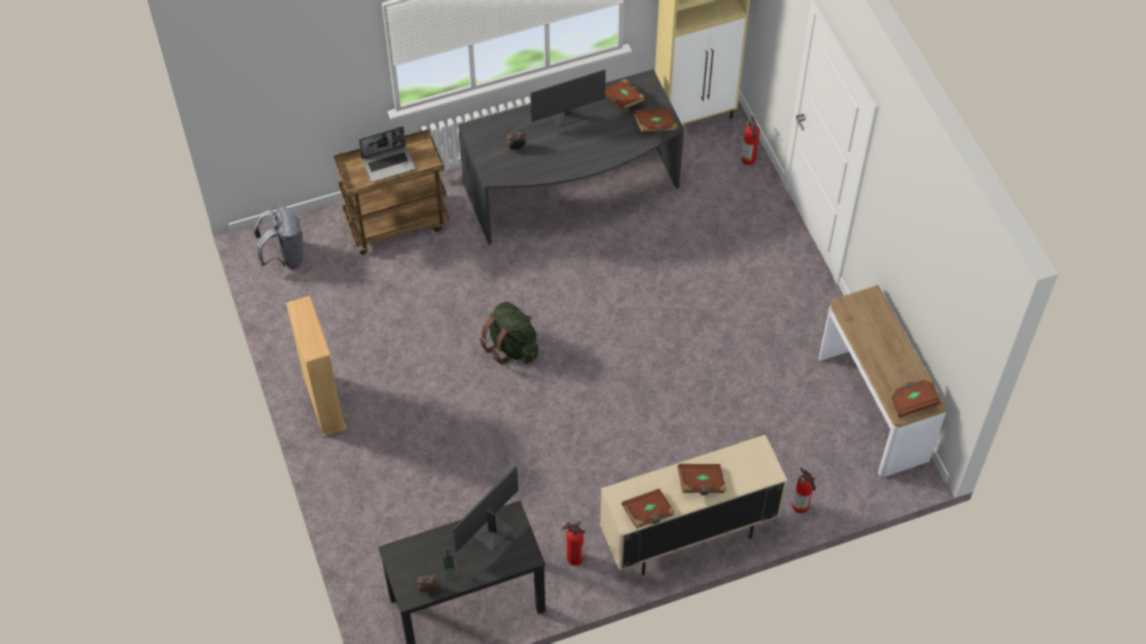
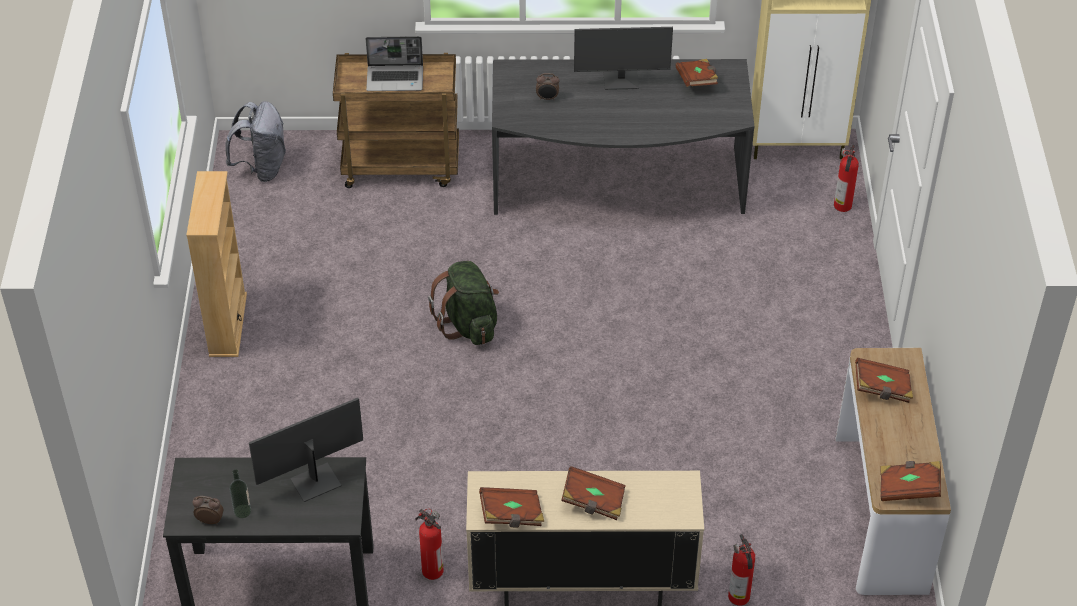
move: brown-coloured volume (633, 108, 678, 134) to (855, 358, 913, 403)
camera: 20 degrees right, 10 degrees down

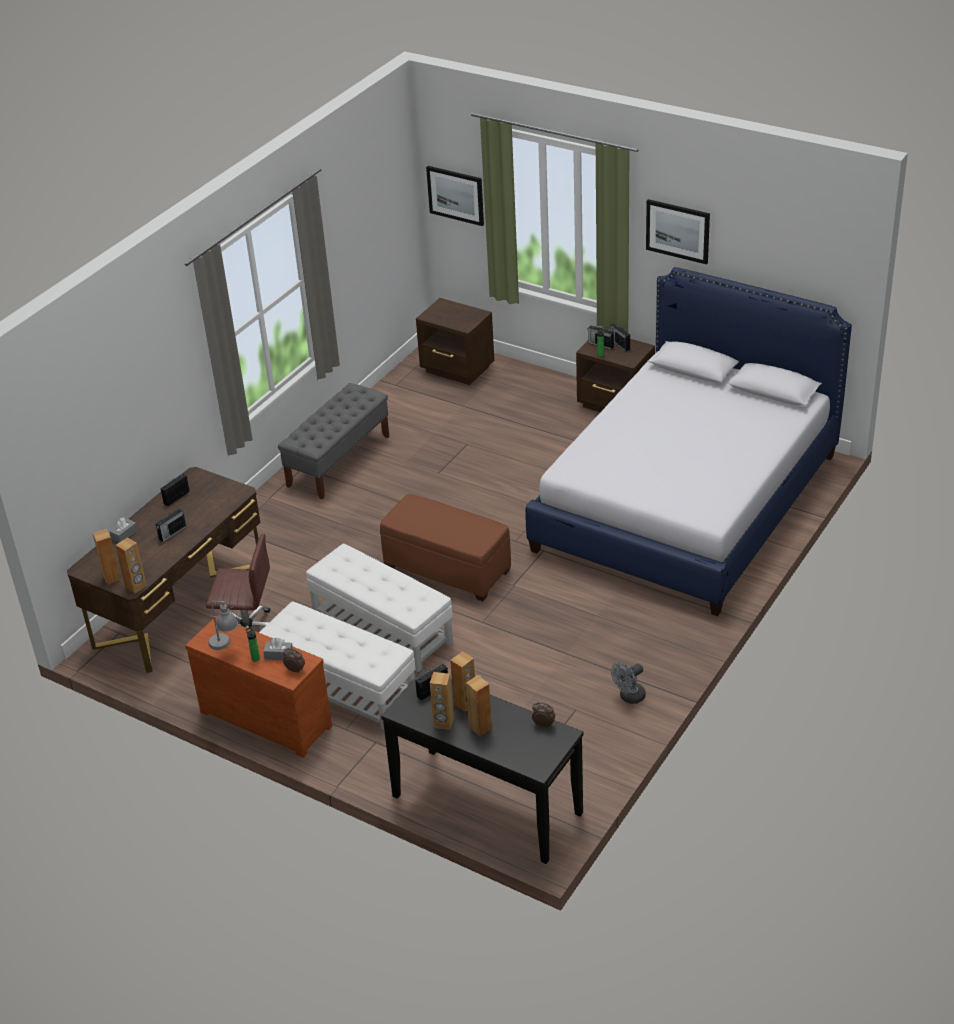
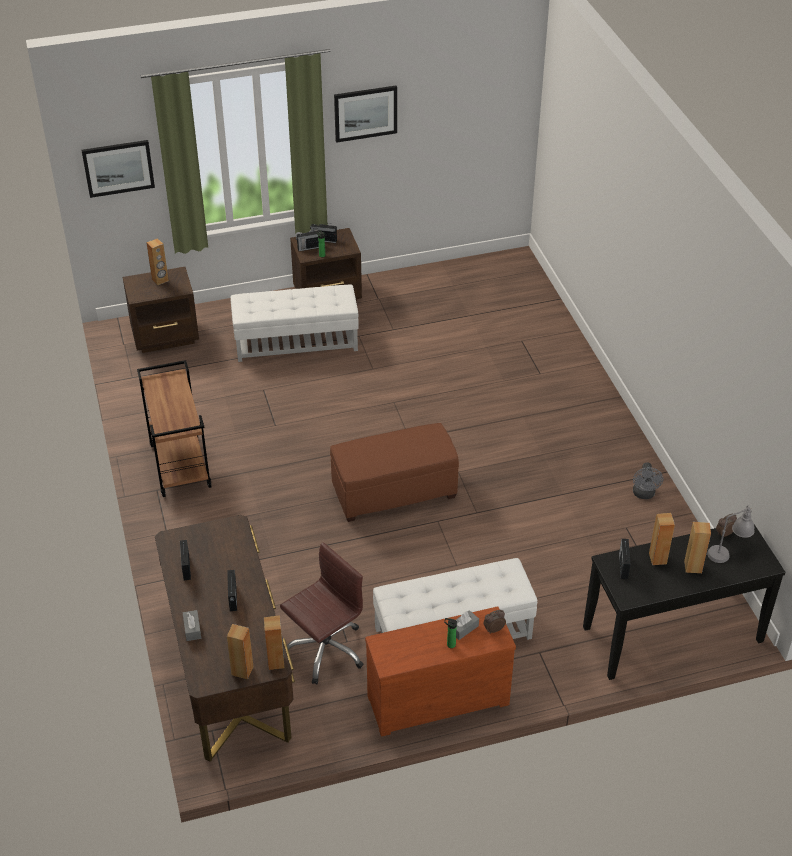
delete: bedroom bed (526, 267, 852, 616)
move: grey tabletop lamp (208, 600, 238, 650) to (707, 505, 755, 563); white-coloured pouffe (306, 544, 453, 672) to (231, 284, 359, 362); brown-coloured speaker (430, 672, 454, 730) to (146, 238, 169, 286)
replace: grey indoor bench (278, 383, 389, 499) to brown-coloured trolley (137, 360, 211, 497)
camera: 50 degrees left, 5 degrees up

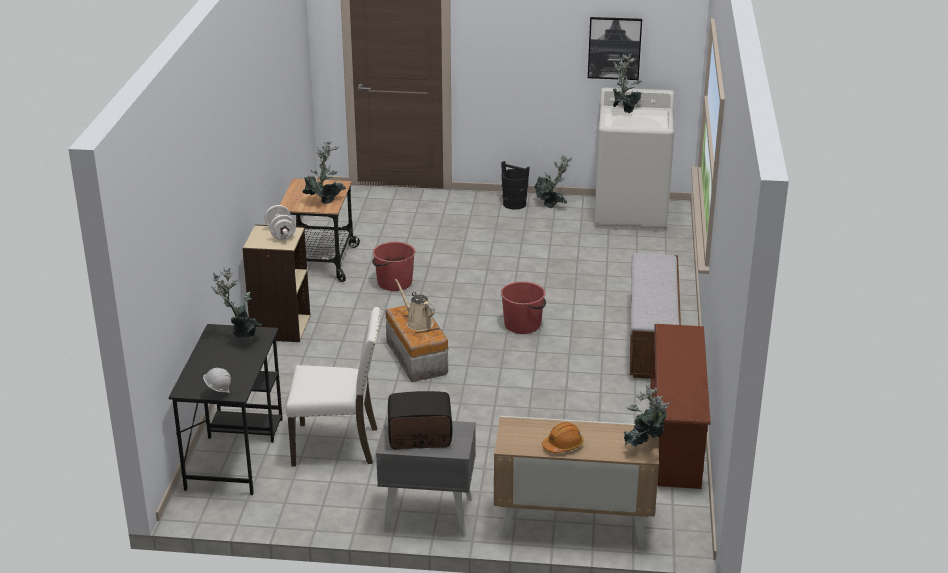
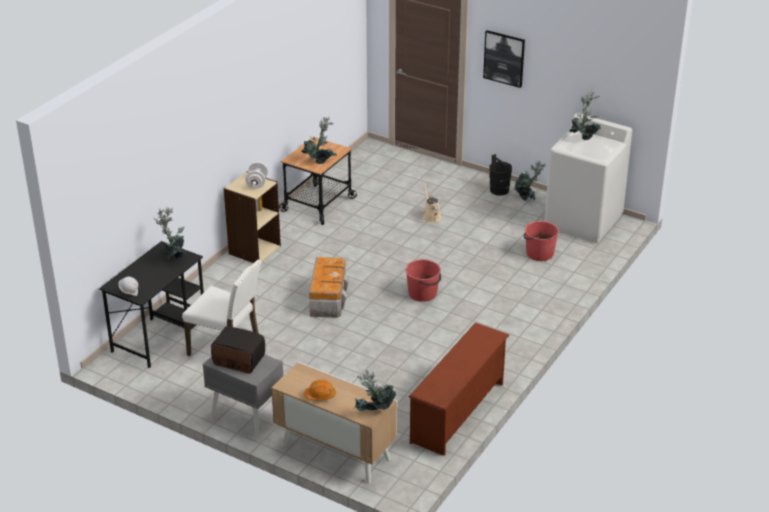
delete: indoor bench (630, 253, 681, 379)
move: red-coloured pail (372, 242, 415, 291) to (524, 221, 559, 261); beige sprinkling can (395, 279, 435, 331) to (423, 183, 441, 223); wall art (588, 17, 642, 80) to (483, 30, 525, 88)
camera: 25 degrees right, 5 degrees up

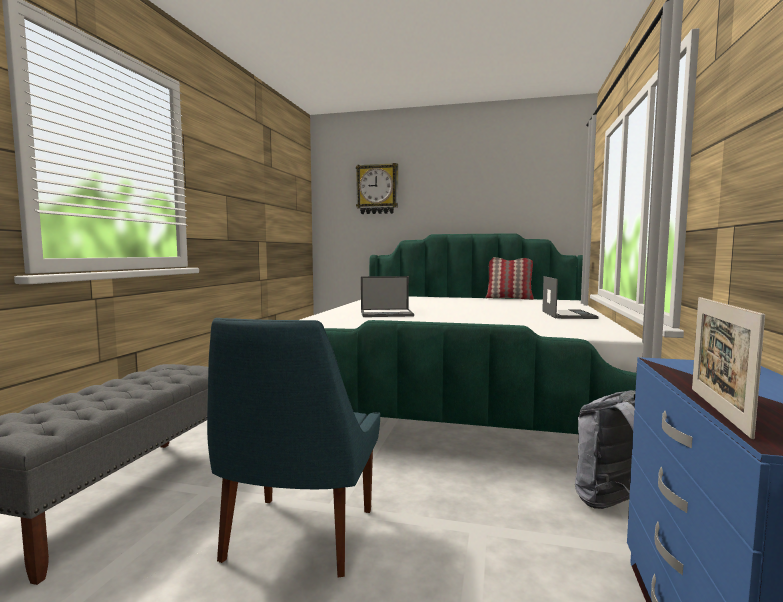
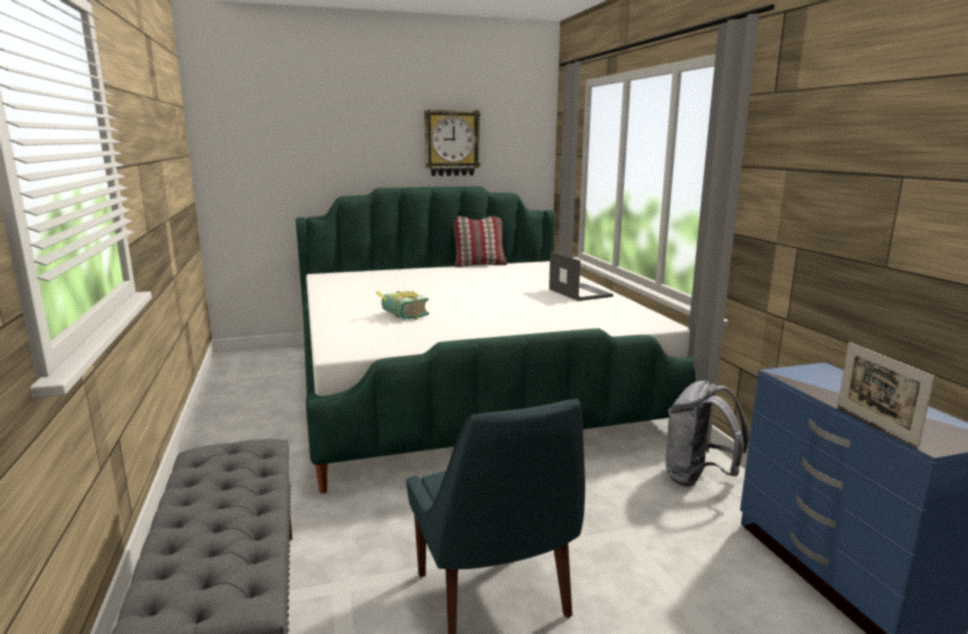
move: hanging clock (356, 163, 398, 214) to (424, 110, 481, 176)
replace: laptop (361, 276, 414, 317) to volume (376, 291, 429, 320)
camera: 30 degrees left, 10 degrees up

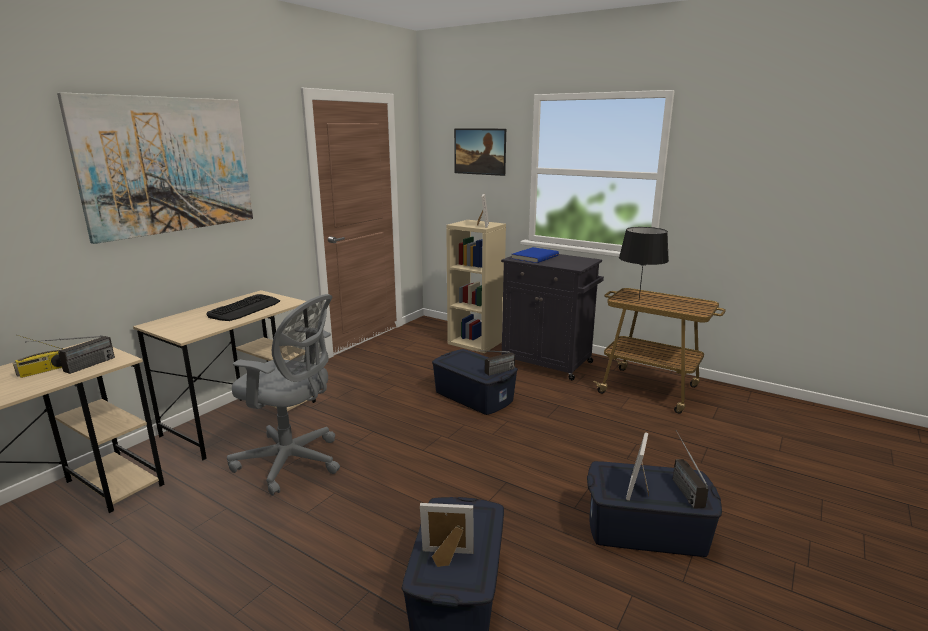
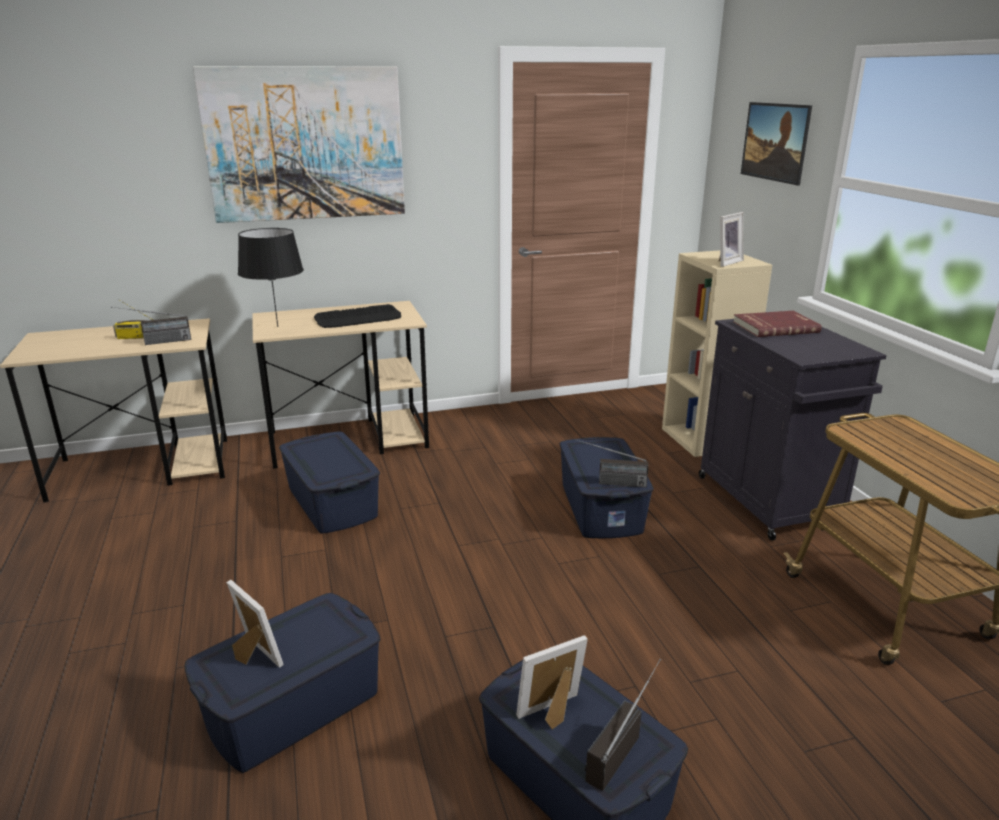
move: black tabletop lamp (619, 227, 669, 299) to (238, 228, 304, 327)
replace: grey computer chair (227, 294, 340, 496) to blue-coloured storage bin (279, 432, 380, 533)
recolor: blue-coloured volume (511, 247, 559, 263) to red-coloured volume (733, 311, 822, 337)
camera: 40 degrees right, 5 degrees up

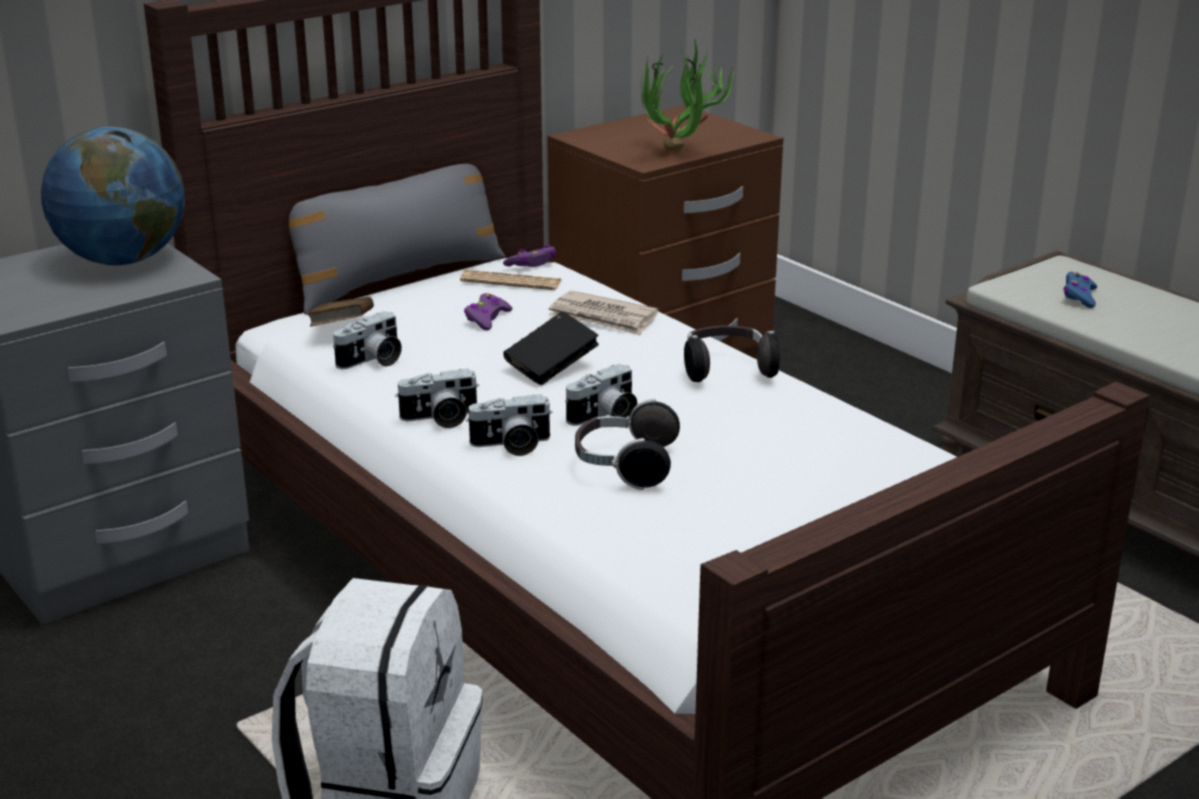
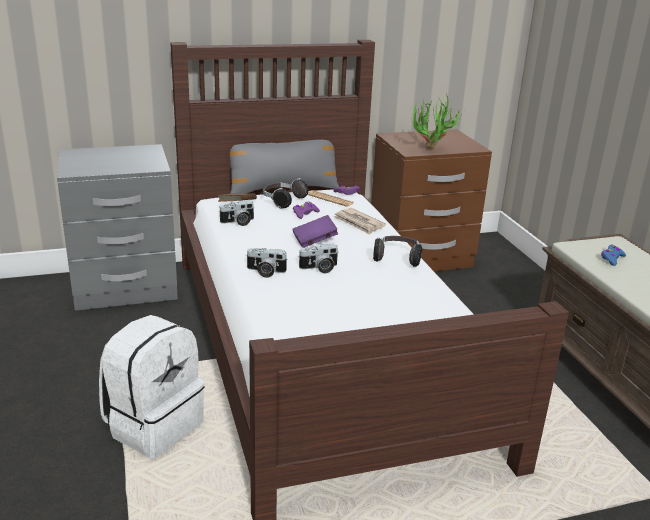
delete: world globe (41, 127, 185, 265); still camera (395, 369, 479, 428)
move: pair of headphones (575, 399, 680, 490) to (263, 178, 309, 209)
recolor: black volume (503, 311, 599, 385) to purple-coloured volume (293, 215, 338, 248)
camera: 20 degrees right, 0 degrees up

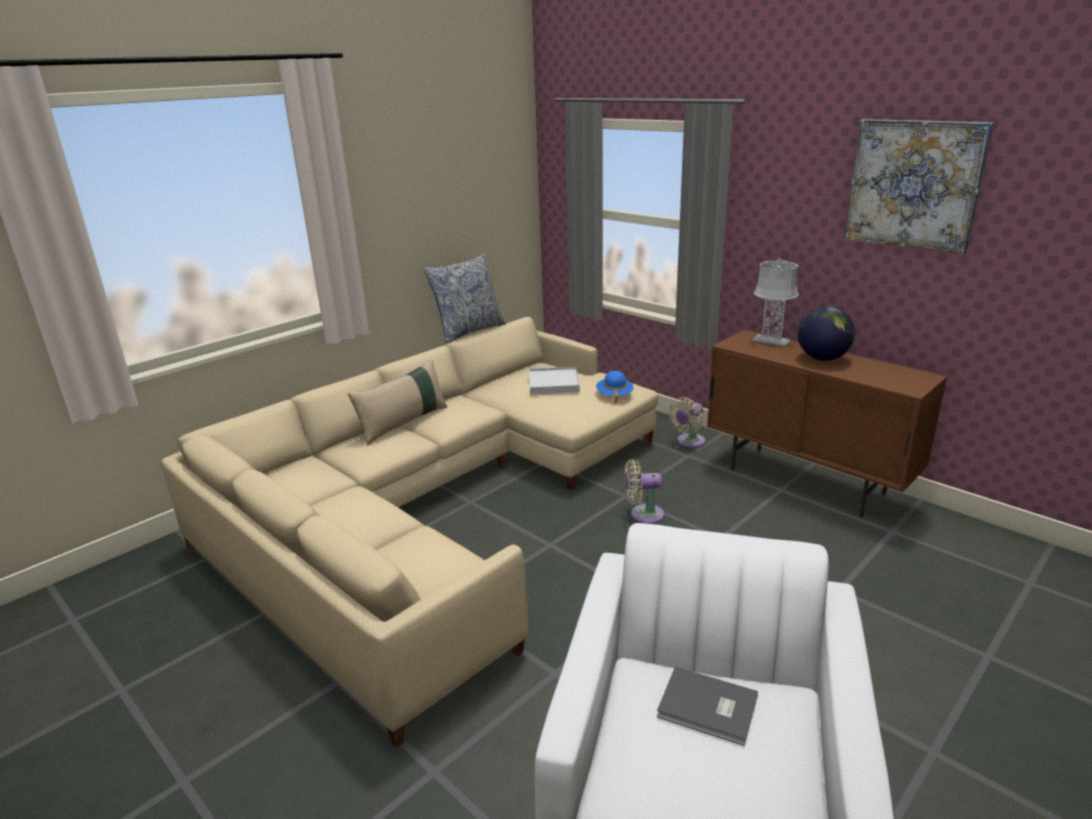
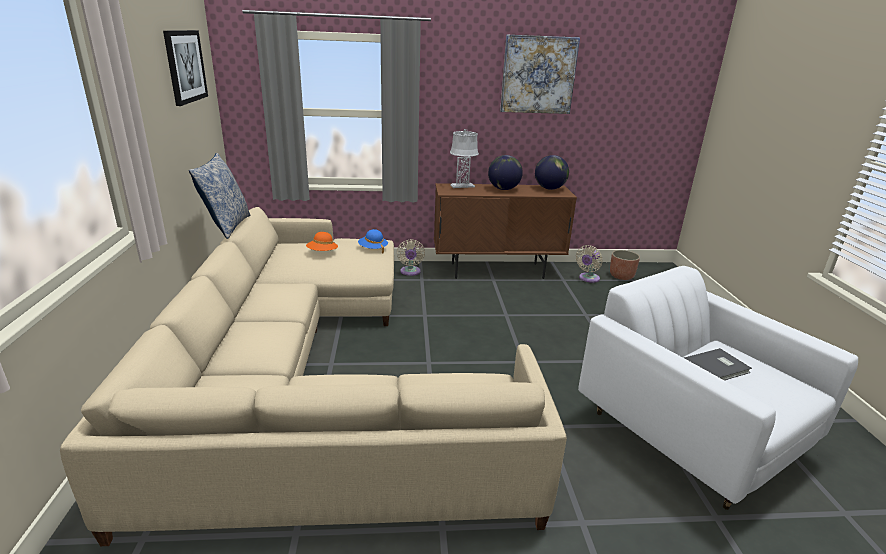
delete: beige cushion (347, 358, 448, 445)
insert: wall art (163, 30, 208, 106); world globe (535, 155, 569, 190); planter (610, 250, 640, 280)
move: beige electric fan (625, 459, 664, 524) to (576, 245, 603, 283)
replace: white-coloured carrying tray (529, 367, 580, 394) to orange-coloured hat (306, 232, 338, 251)
camera: 50 degrees left, 0 degrees up

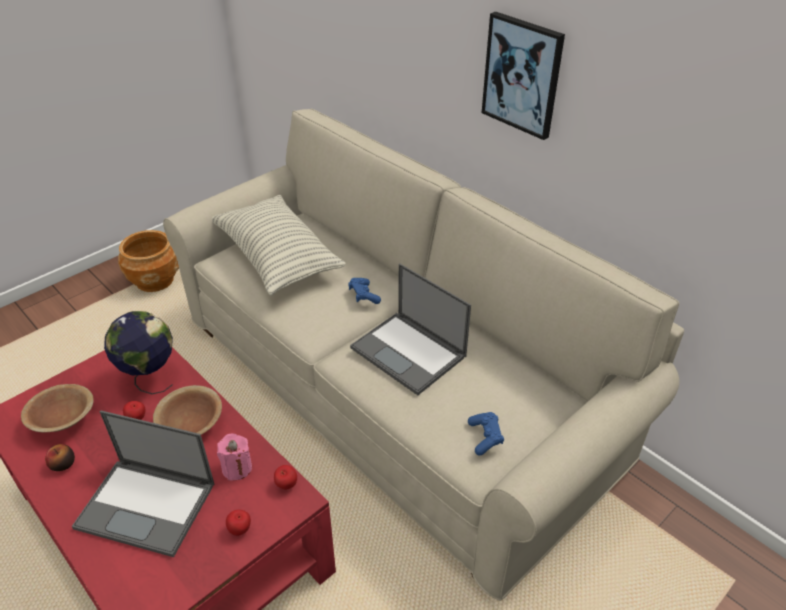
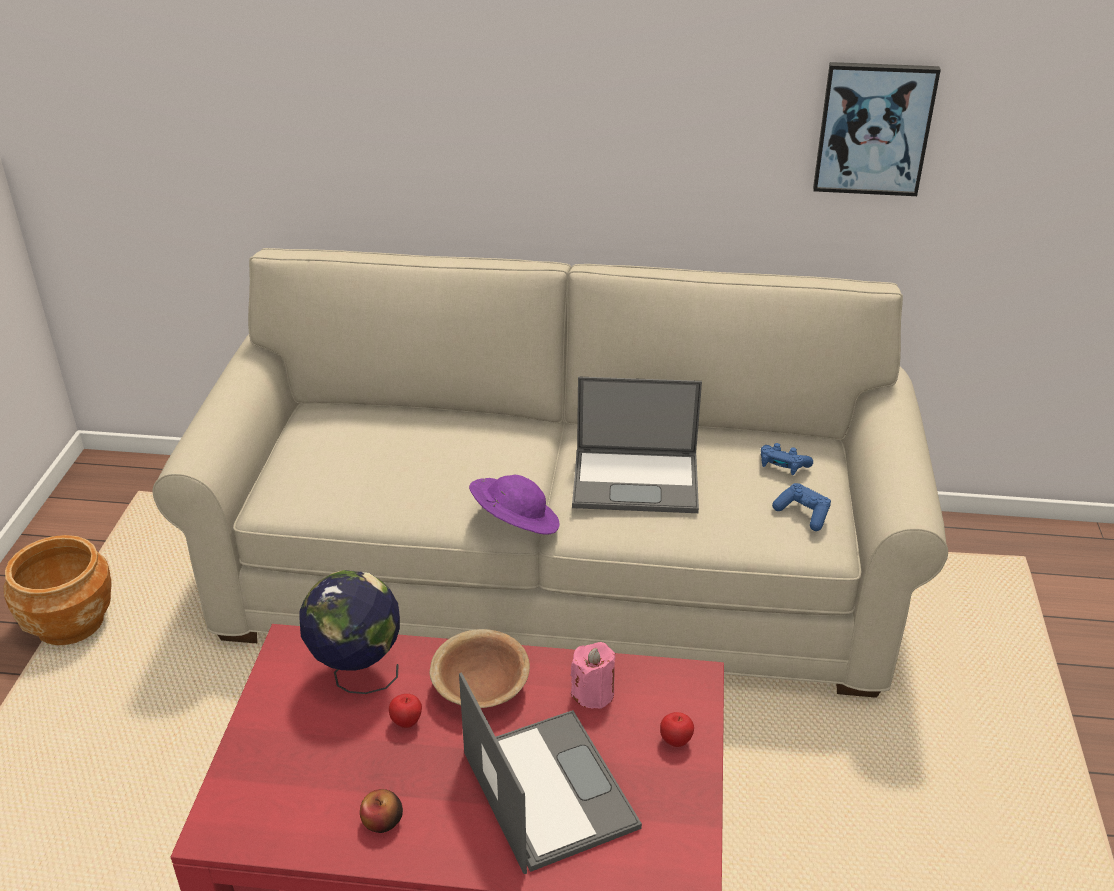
delete: brown-coloured serving bowl (21, 384, 94, 432); cushion (212, 195, 346, 296); apple fruit (274, 465, 297, 490)
insert: purple-coloured hat (469, 475, 560, 535)
move: blue-coloured joypad (348, 278, 381, 304) to (761, 443, 813, 475); wall art (482, 12, 565, 140) to (813, 62, 941, 196)
rotate: laptop (72, 411, 214, 557) = (459, 672, 642, 874) 90 degrees counterclockwise
camera: 40 degrees left, 5 degrees down

